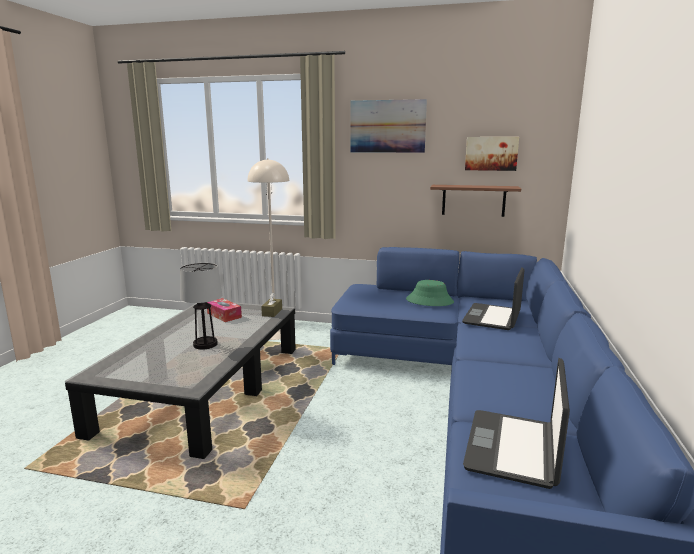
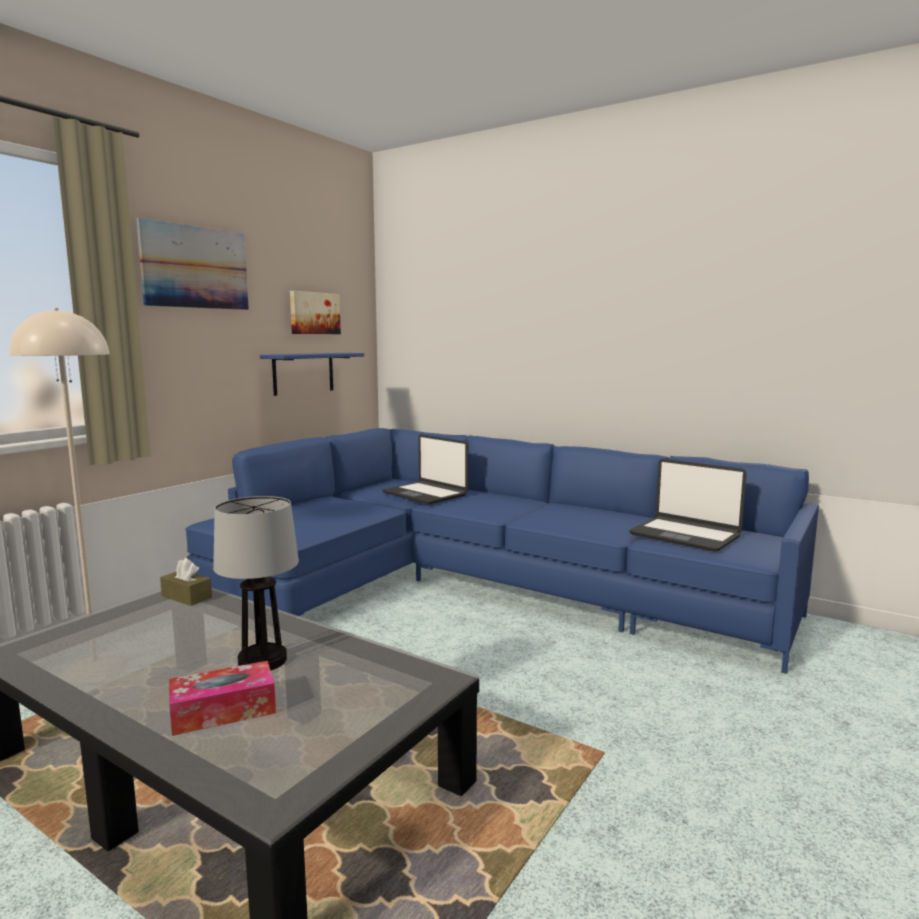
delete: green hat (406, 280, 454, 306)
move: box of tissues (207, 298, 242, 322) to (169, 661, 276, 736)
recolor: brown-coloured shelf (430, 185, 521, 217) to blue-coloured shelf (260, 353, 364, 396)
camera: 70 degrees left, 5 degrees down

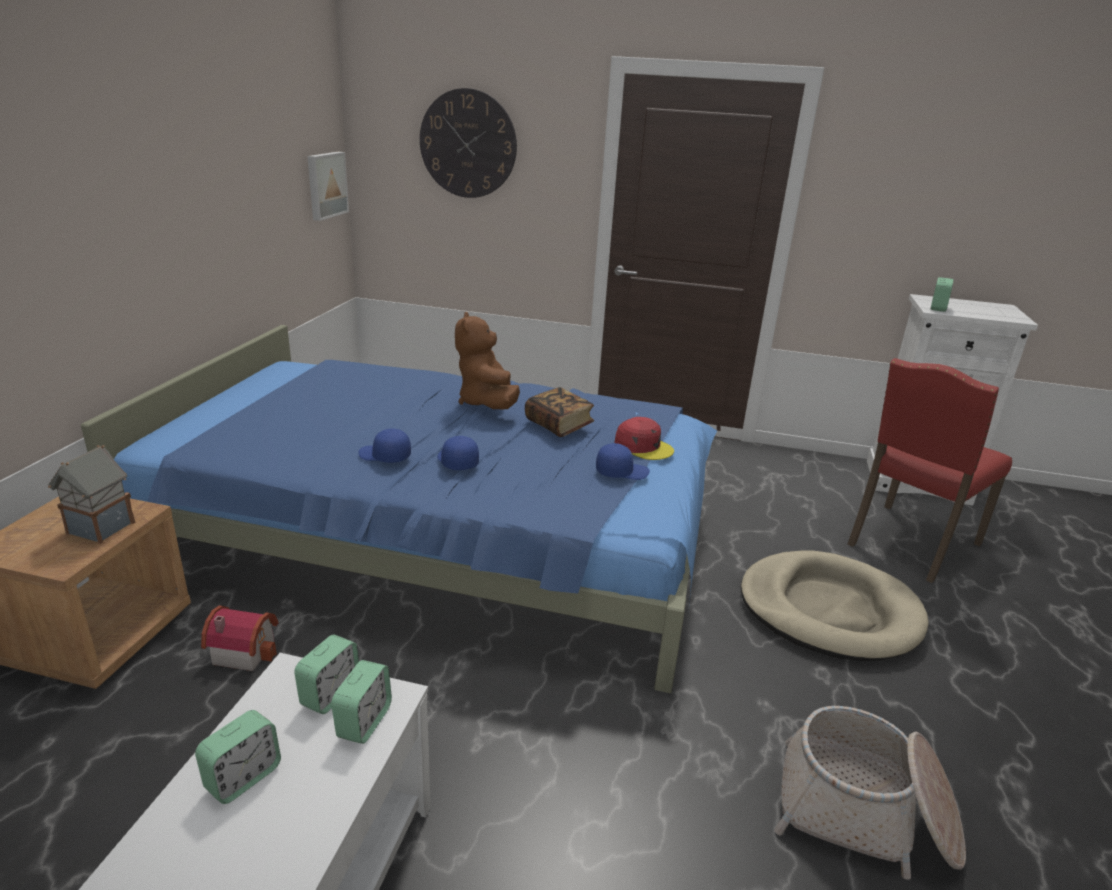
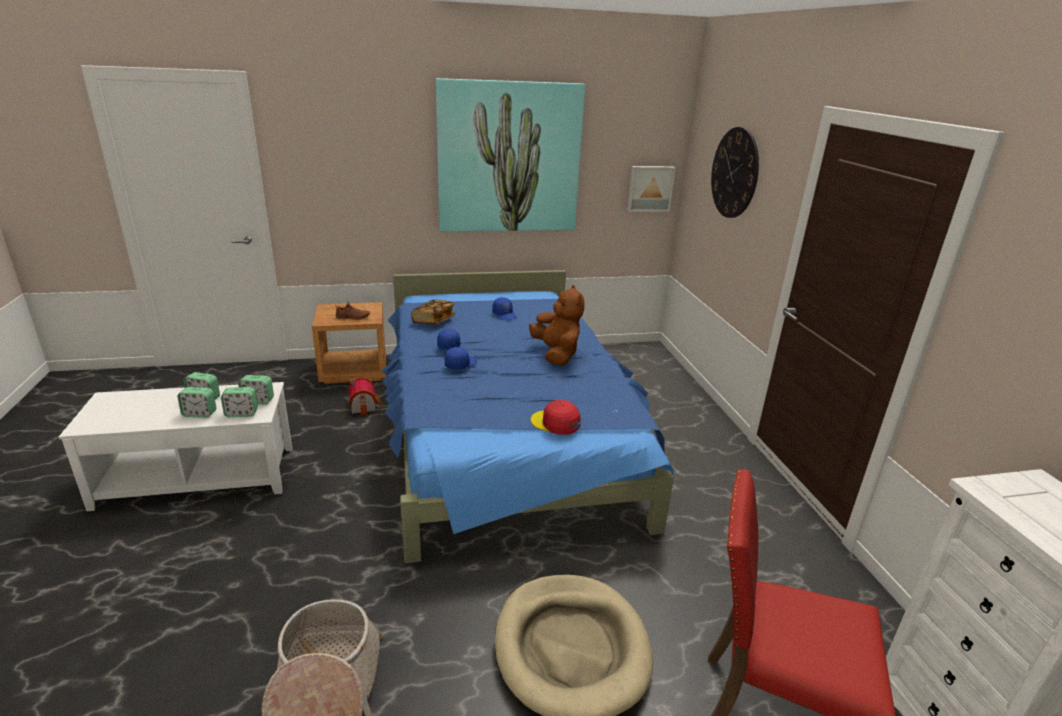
insert: wall art (436, 78, 585, 232)
move: volume (525, 387, 594, 437) to (411, 300, 456, 325); blue-coloured cap (596, 443, 650, 480) to (492, 297, 517, 320); table clock (931, 277, 953, 312) to (177, 387, 216, 418)
replace: miniature house (48, 445, 135, 544) to brown-coloured low shoe (335, 301, 370, 320)
rotate: brown-coloured soft toy (455, 312, 520, 409) = (529, 285, 584, 366) 105 degrees clockwise; red-coloured cap (615, 417, 674, 460) = (531, 400, 581, 435) 105 degrees clockwise
camera: 65 degrees right, 0 degrees up

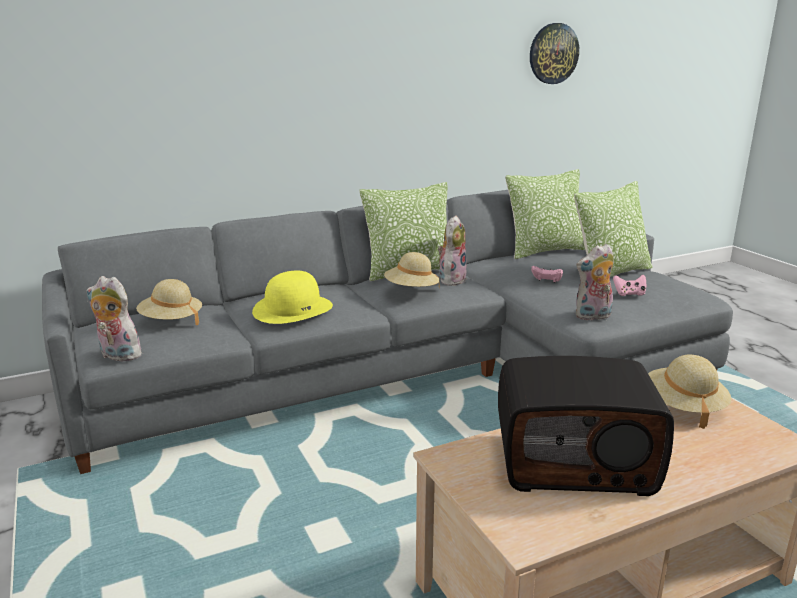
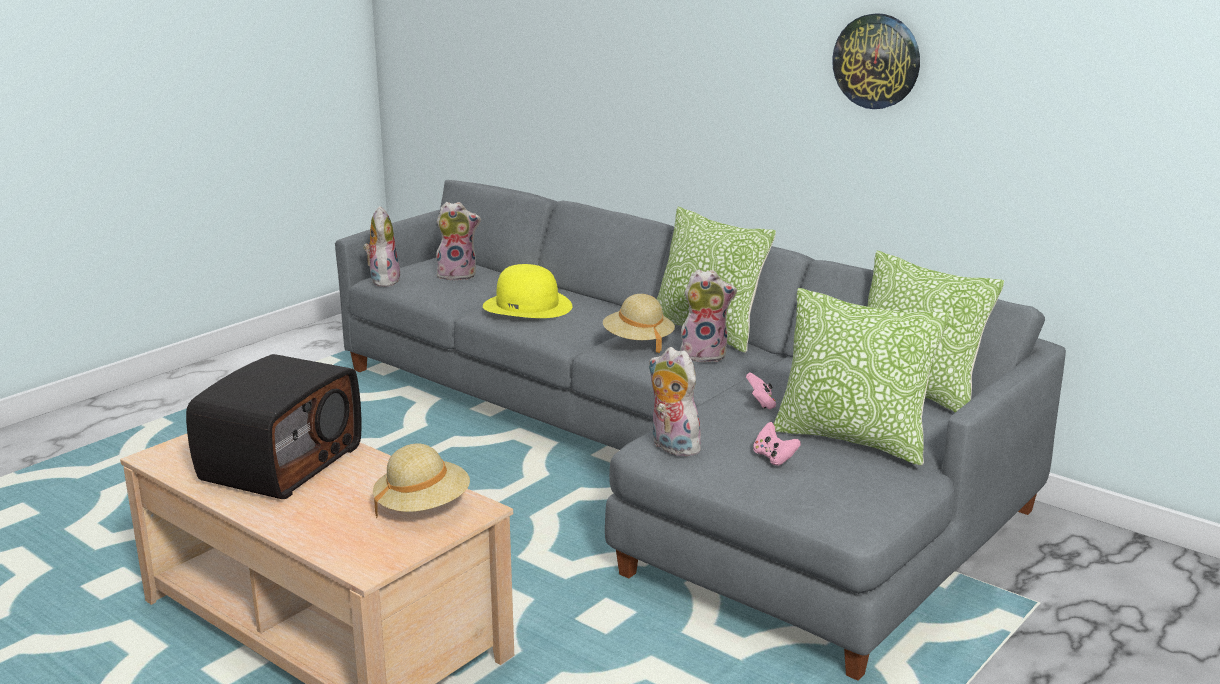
move: hanging clock (530, 23, 579, 84) to (832, 13, 920, 109)
replace: beige hat (136, 279, 202, 325) to soft toy (436, 202, 481, 281)
rotate: radio (498, 356, 674, 496) = (186, 354, 362, 499) 135 degrees counterclockwise
camera: 65 degrees right, 0 degrees up

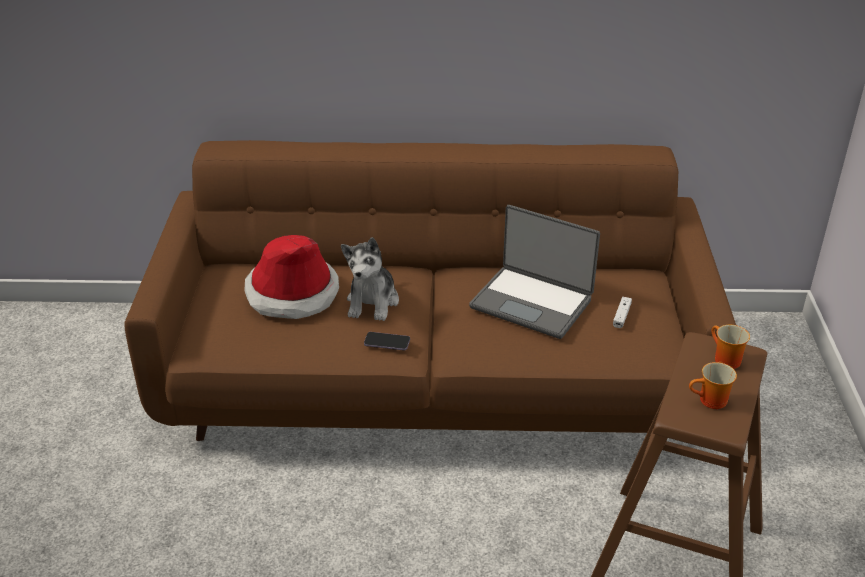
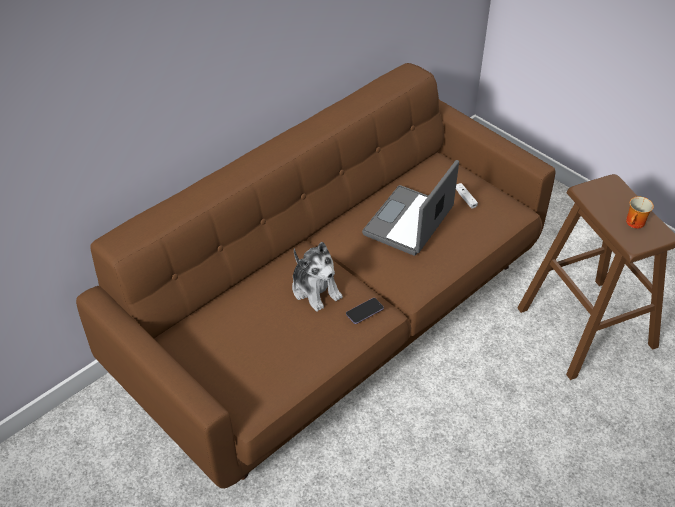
delete: hat (244, 235, 339, 319); mug (711, 325, 750, 369)
rotate: laptop (469, 205, 600, 339) = (362, 160, 459, 256) 135 degrees clockwise
camera: 45 degrees left, 10 degrees up

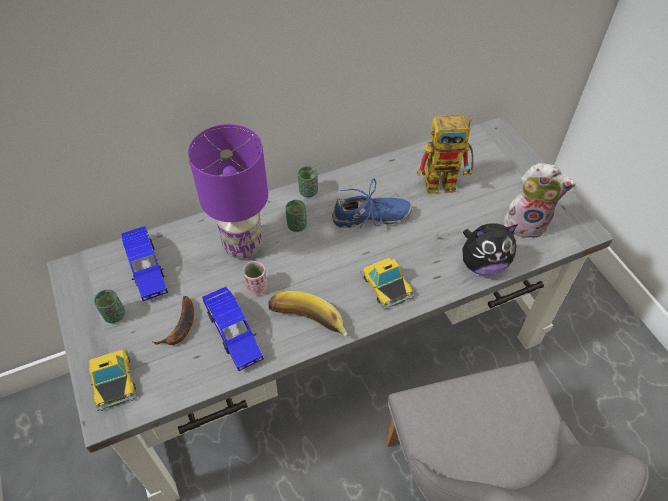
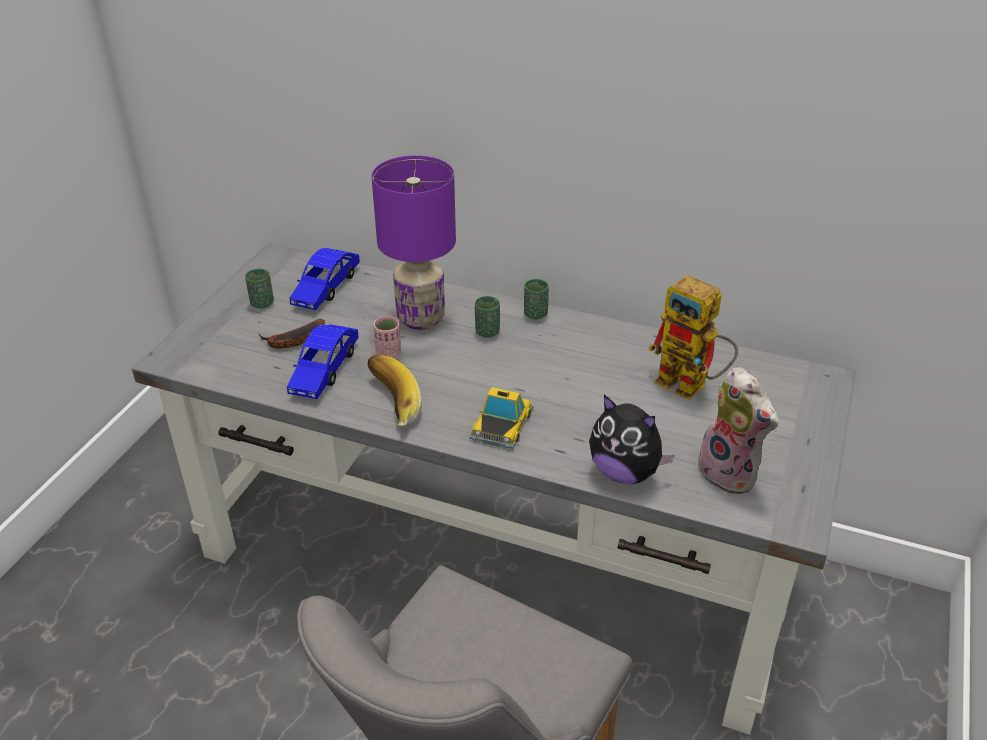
delete: toy car (89, 350, 137, 411); blue-coloured low shoe (332, 178, 412, 228)
camera: 45 degrees right, 15 degrees down

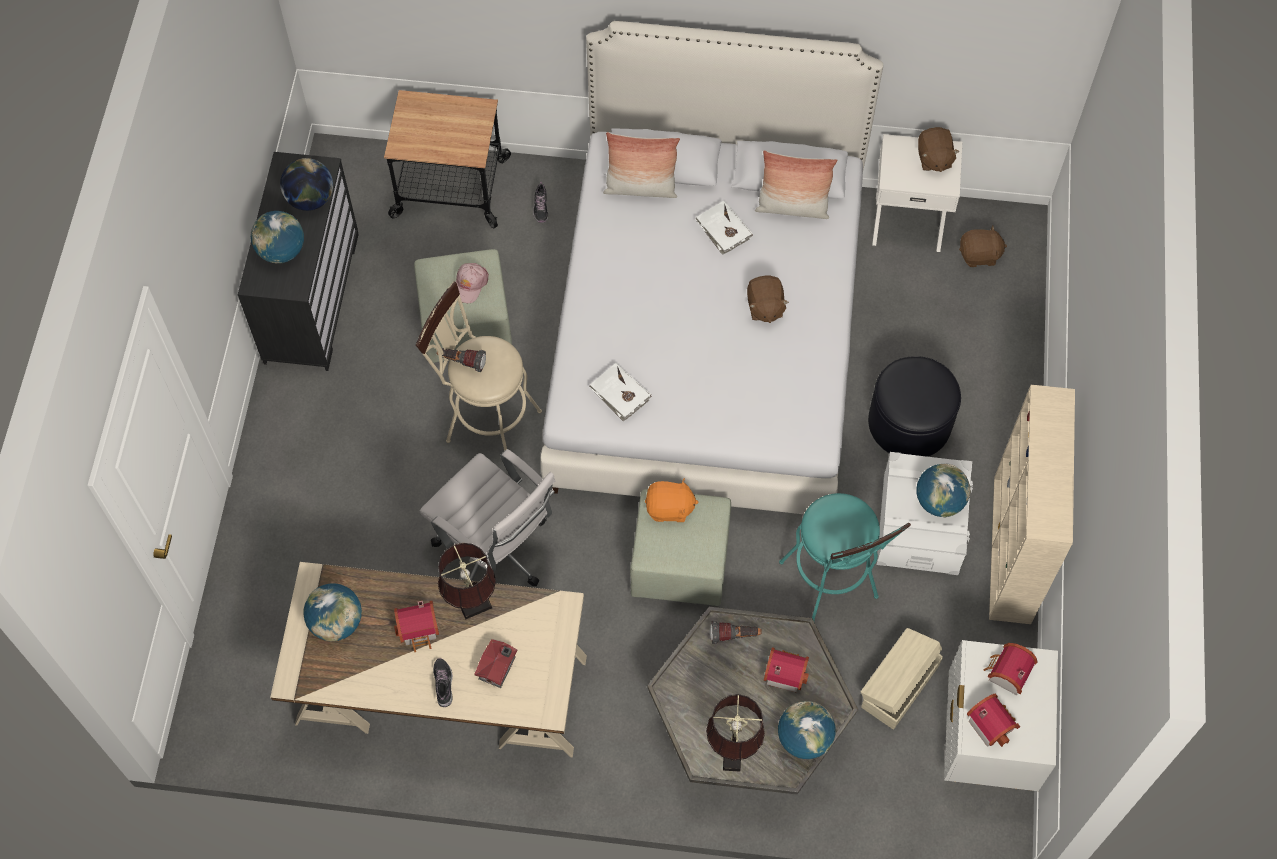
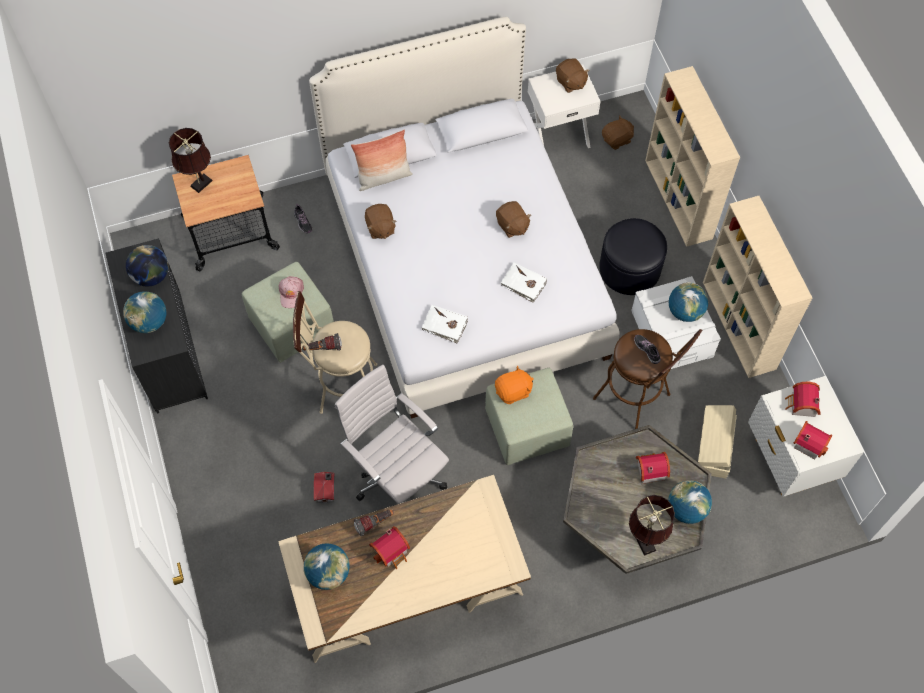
delete: cushion (755, 150, 837, 219)
insert: brown-coloured soft toy (365, 204, 397, 239); beige shelving unit (645, 66, 740, 247)
move: low shoe (433, 658, 453, 707) to (634, 335, 661, 364); brown-coloured tabletop lamp (438, 543, 496, 619) to (169, 128, 213, 193); miniature house (474, 639, 518, 688) to (314, 472, 334, 503); white-coloured volume (695, 201, 753, 255) to (500, 262, 547, 303); hand torch (709, 621, 762, 644) to (354, 509, 394, 536)
recolor: turquoise stool (779, 493, 911, 621) to brown-coloured stool (593, 329, 702, 429)
rotate: white-coloured computer chair (420, 449, 556, 586) = (335, 364, 449, 504) 150 degrees counterclockwise
camera: 25 degrees left, 0 degrees up

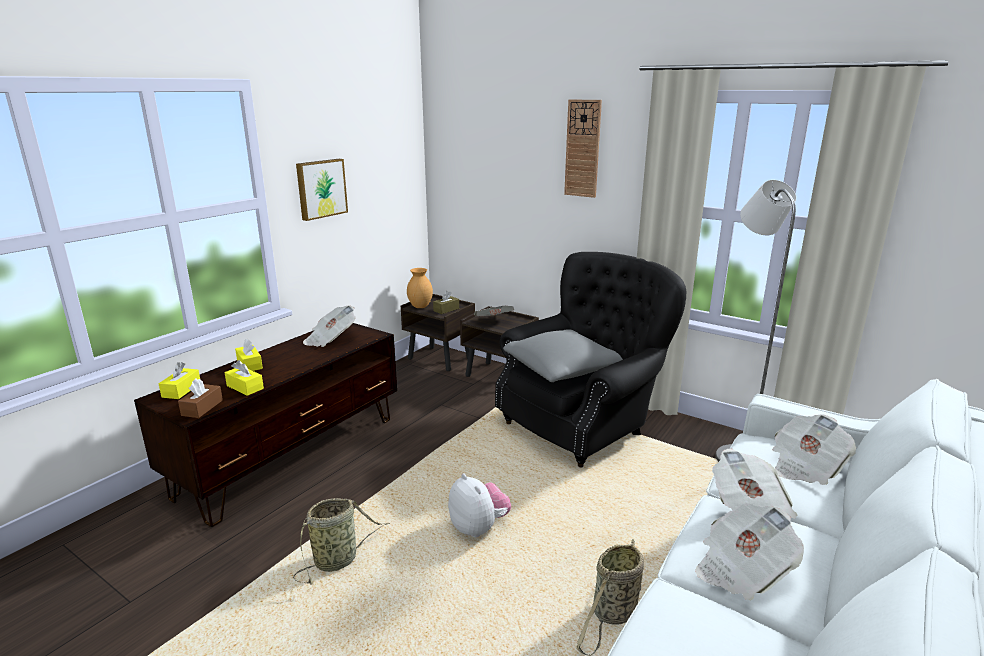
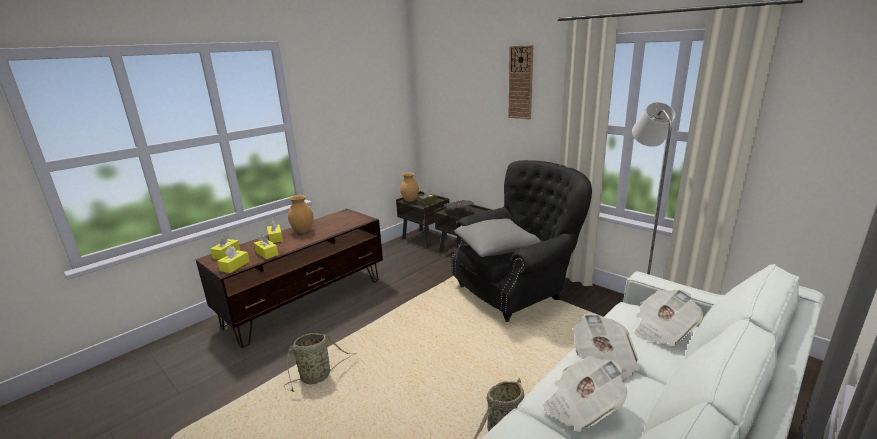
delete: wall art (296, 159, 348, 221); printed paper (303, 305, 355, 347); soft toy (448, 473, 511, 537)
insert: brown-coloured vase (288, 195, 313, 233)
recolor: brown-coloured box of tissues (178, 378, 223, 418) to yellow box of tissues (218, 246, 250, 273)
camera: 10 degrees right, 0 degrees up

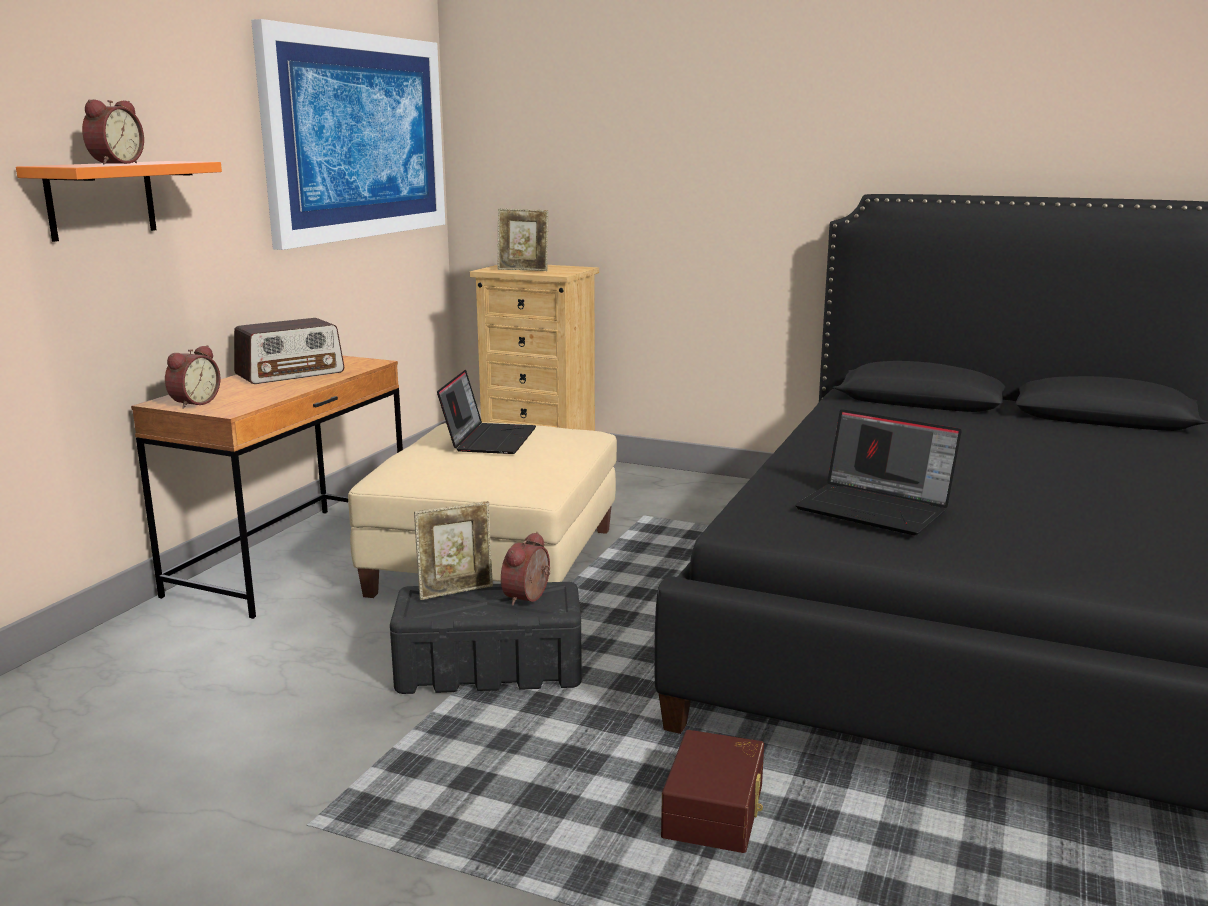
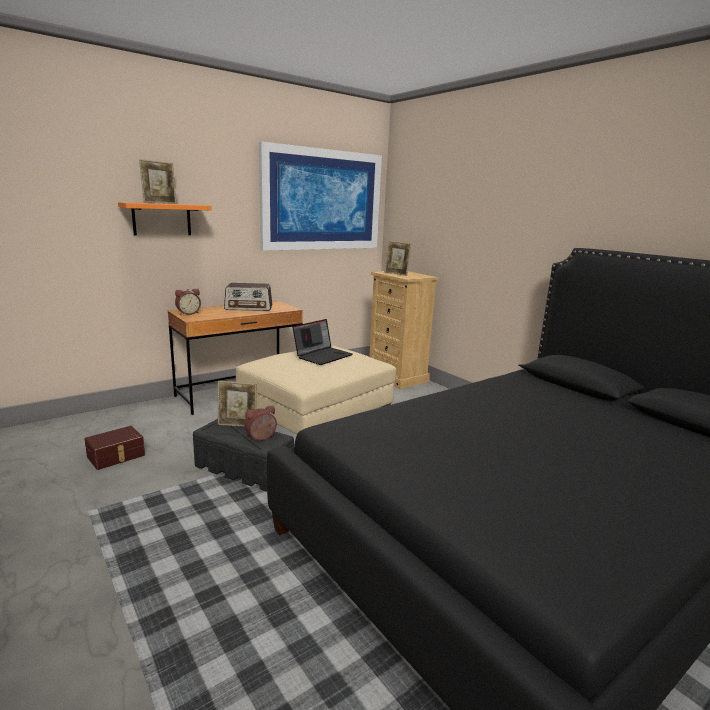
delete: laptop (795, 409, 962, 535)
move: brown-coloured storage bin (661, 730, 764, 853) to (85, 426, 145, 470)
replace: table clock (82, 99, 144, 165) to photo frame (139, 159, 176, 204)
camera: 30 degrees right, 0 degrees up

